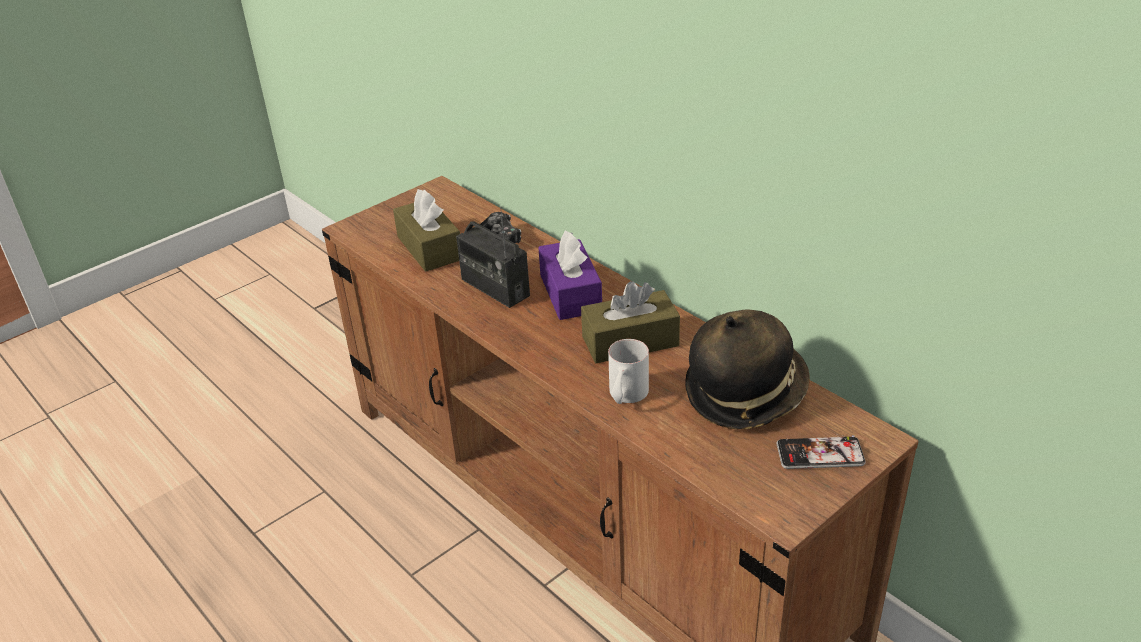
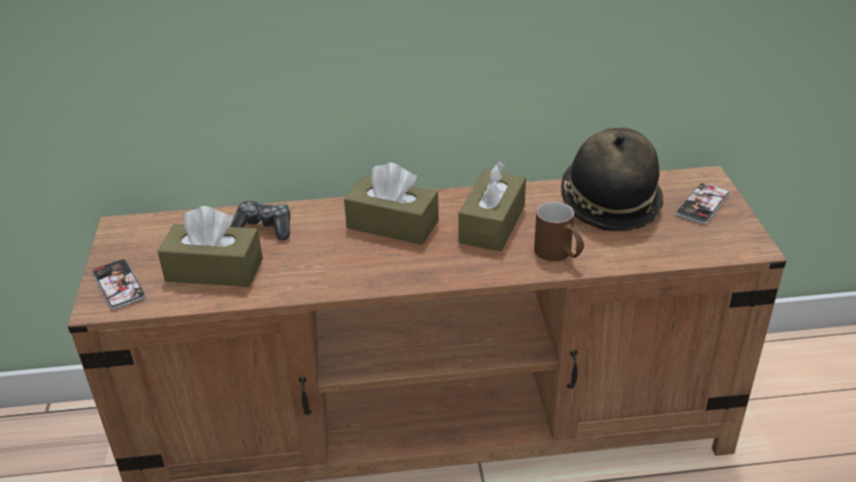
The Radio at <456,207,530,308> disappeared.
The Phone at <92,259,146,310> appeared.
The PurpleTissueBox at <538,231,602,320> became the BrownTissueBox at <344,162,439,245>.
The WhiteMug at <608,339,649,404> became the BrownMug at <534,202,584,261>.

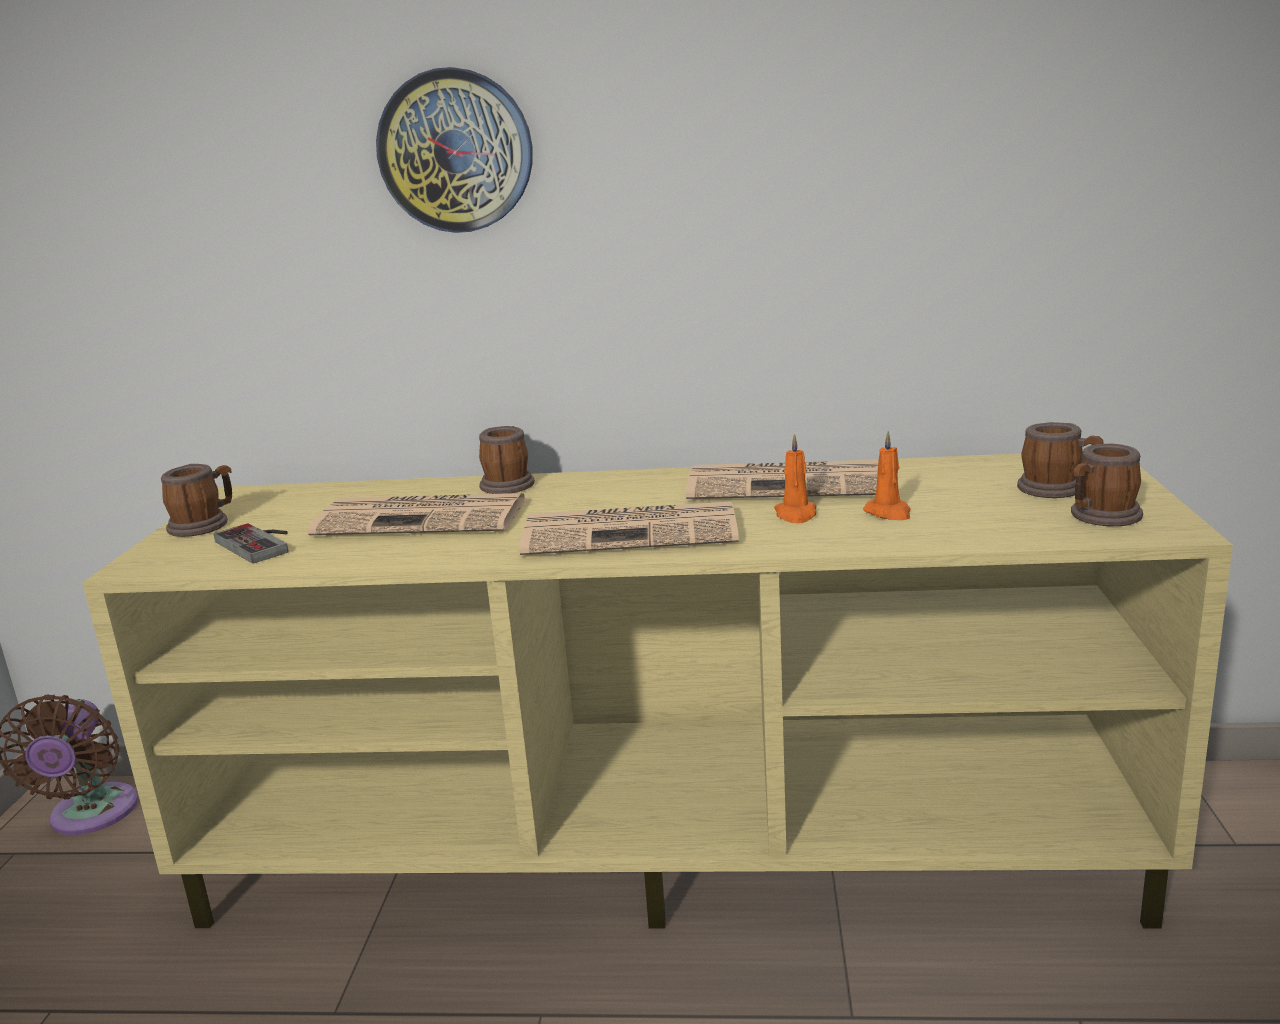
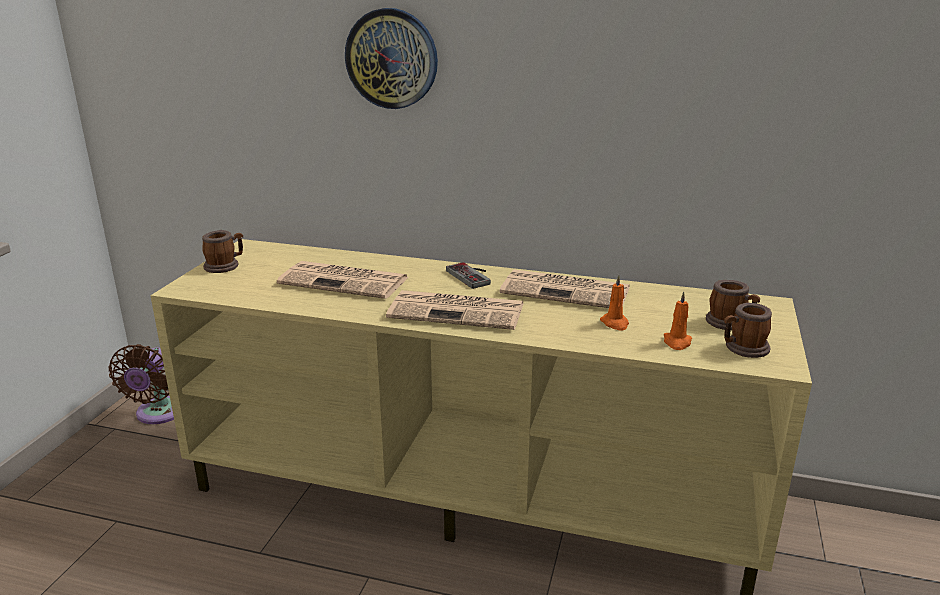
The Mug at <479,426,535,494> disappeared.
The GameController moved from <214,523,289,564> to <446,262,491,289>.
The OrangeCandle moved from <774,434,817,523> to <664,292,692,350>.

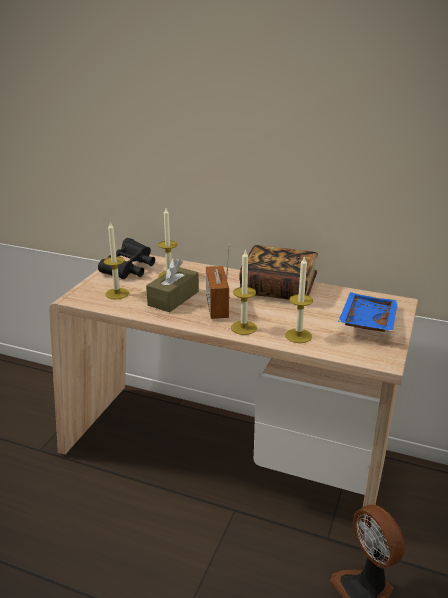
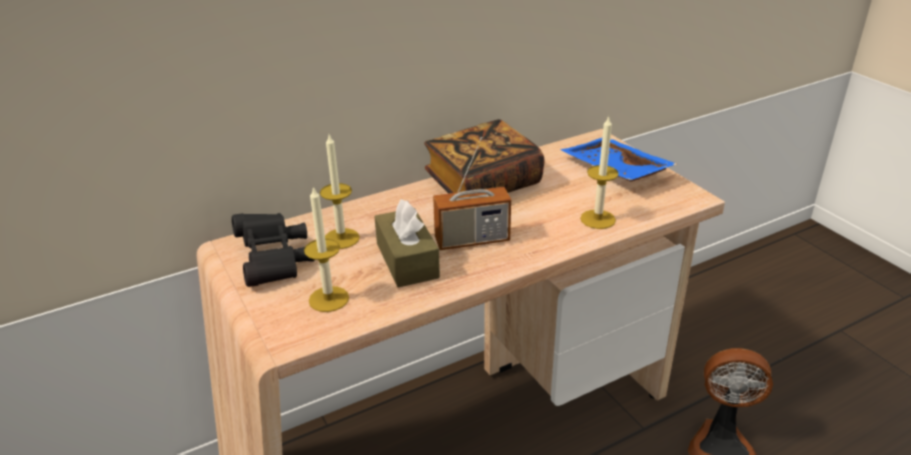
The Candle at <231,249,257,335> disappeared.
The Radio at <206,244,230,319> turned 45 degrees counterclockwise.

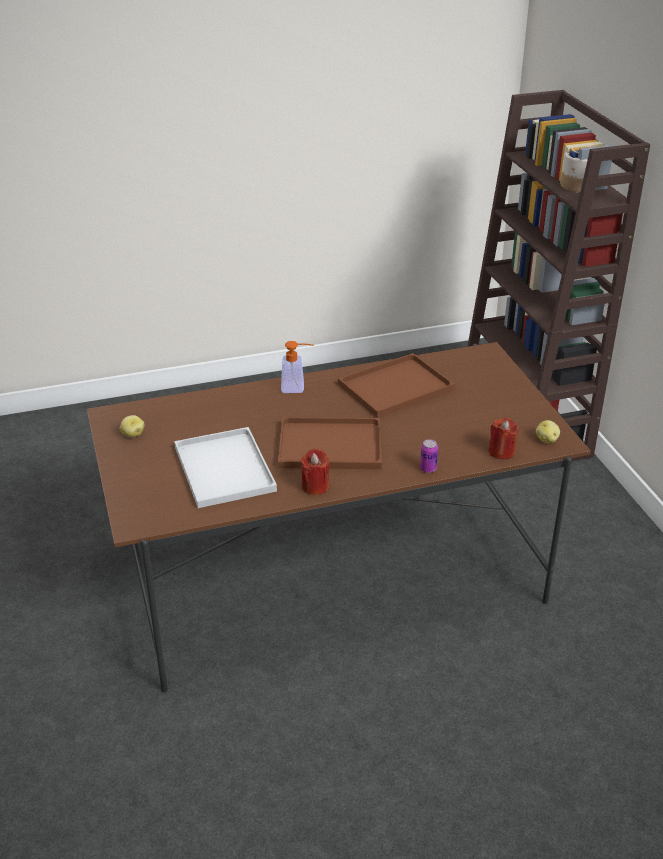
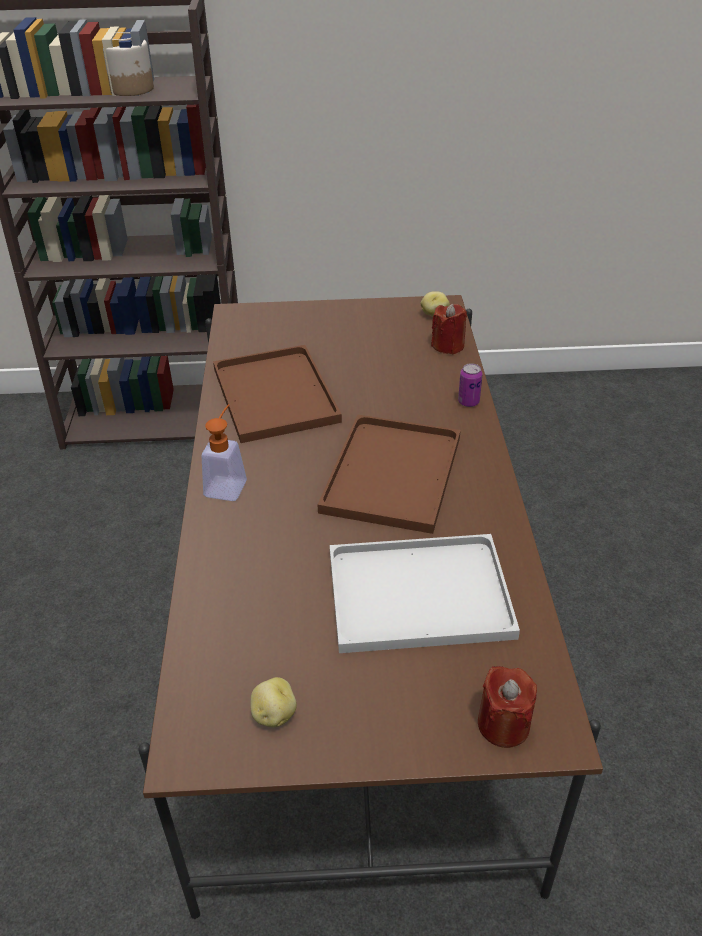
The RedCandle moved from <301,448,330,495> to <478,666,537,748>.

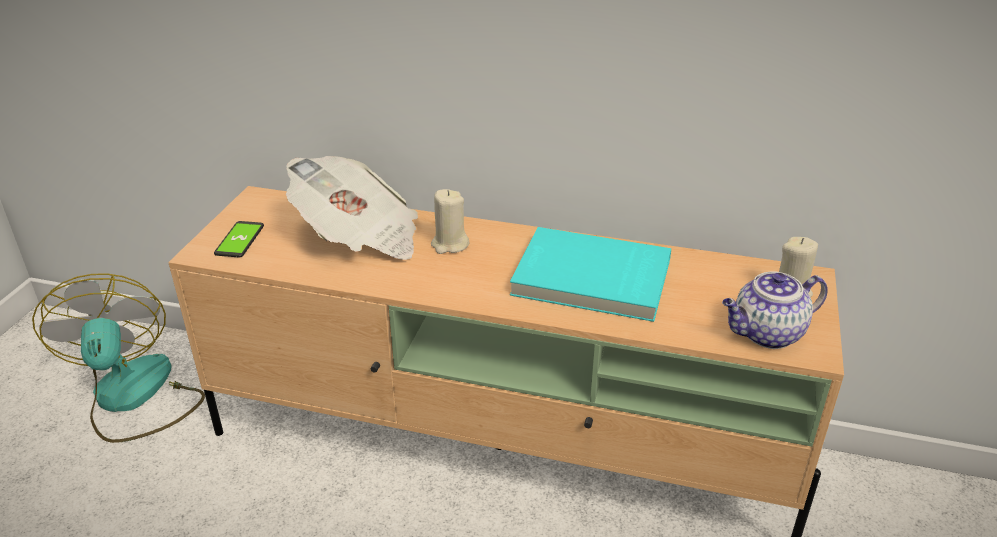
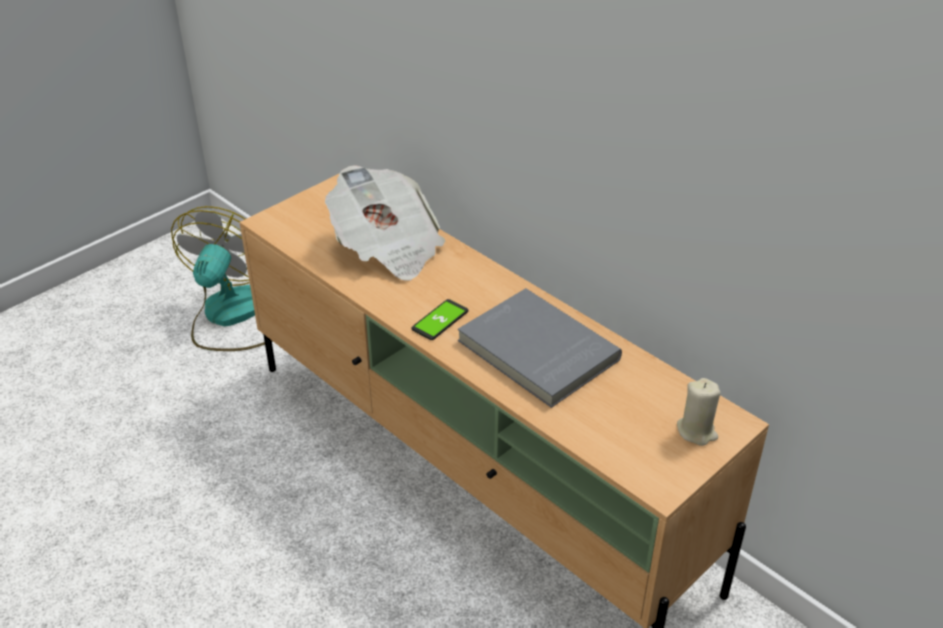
The BeigeCandle at <431,189,469,254> disappeared.
The Teapot at <722,272,828,349> disappeared.
The Phone moved from <214,221,264,257> to <411,299,468,340>.
The TurquoiseBook at <510,227,671,322> became the GreyBook at <458,288,622,408>.

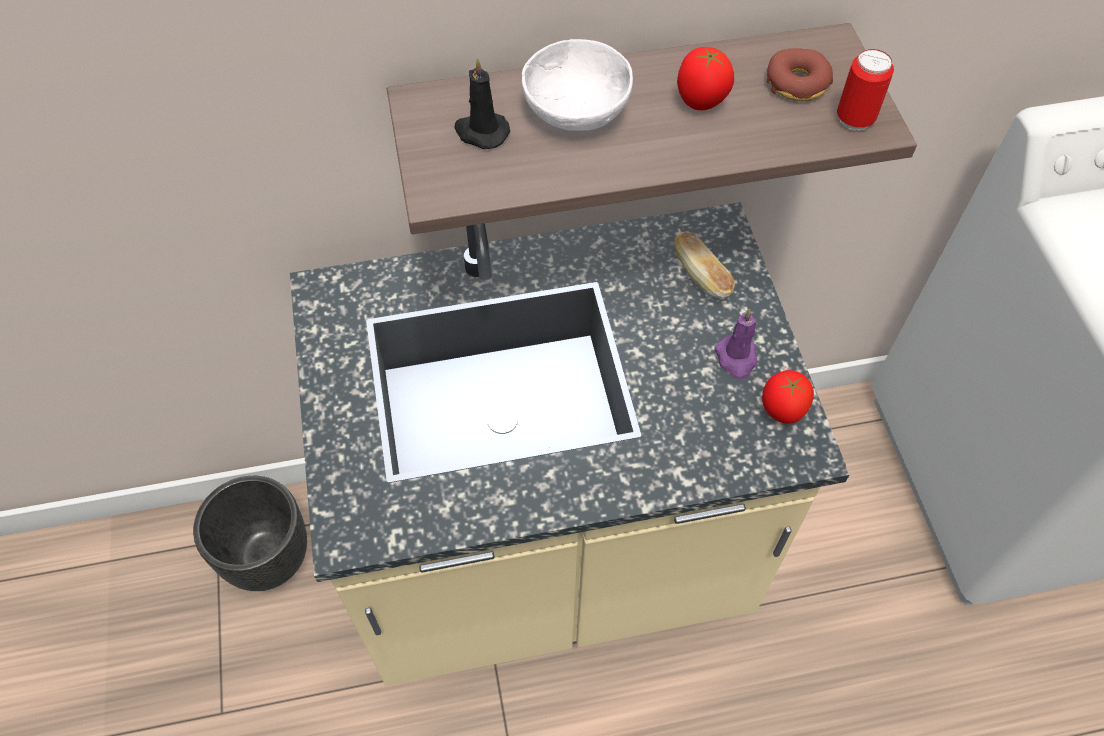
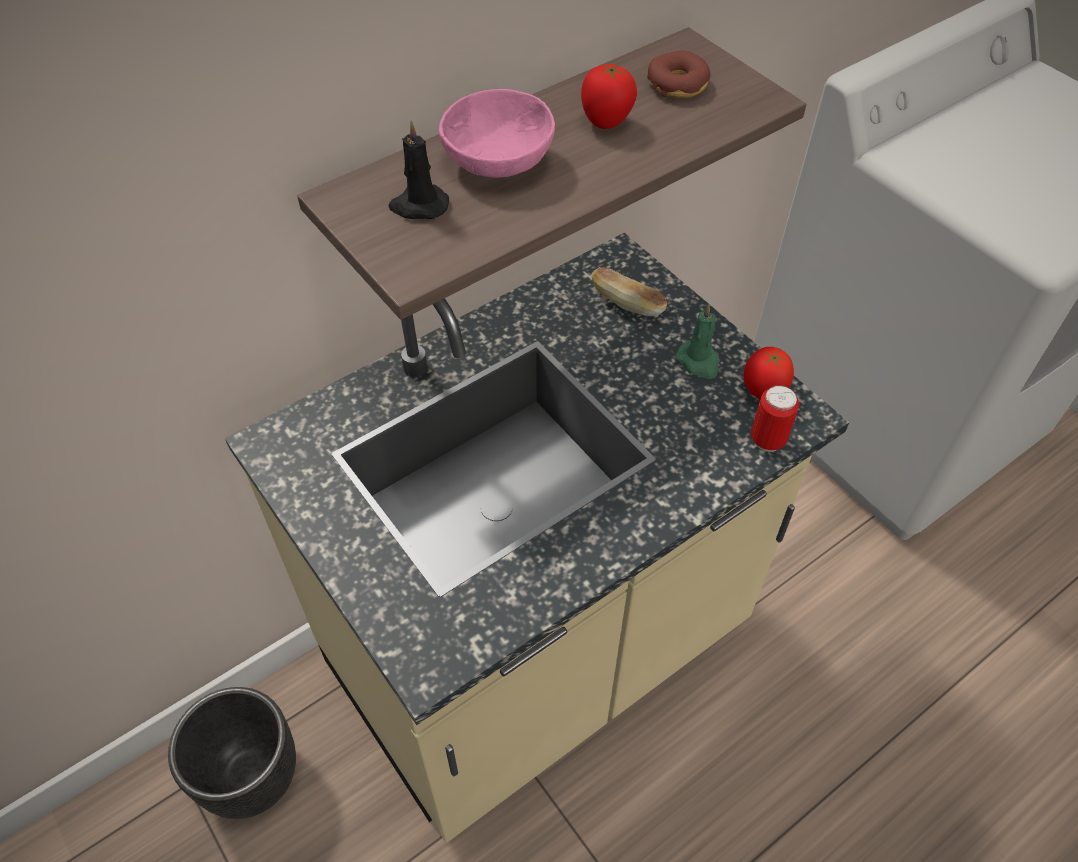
The Can moved from <837,49,894,131> to <751,385,799,452>.
The WhiteBowl at <522,39,633,131> became the PinkBowl at <439,89,555,178>.
The PurpleCandle at <715,309,757,380> became the GreenCandle at <676,304,720,379>.

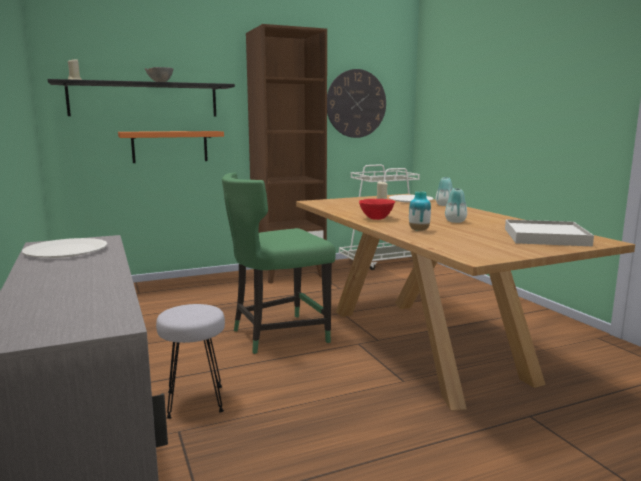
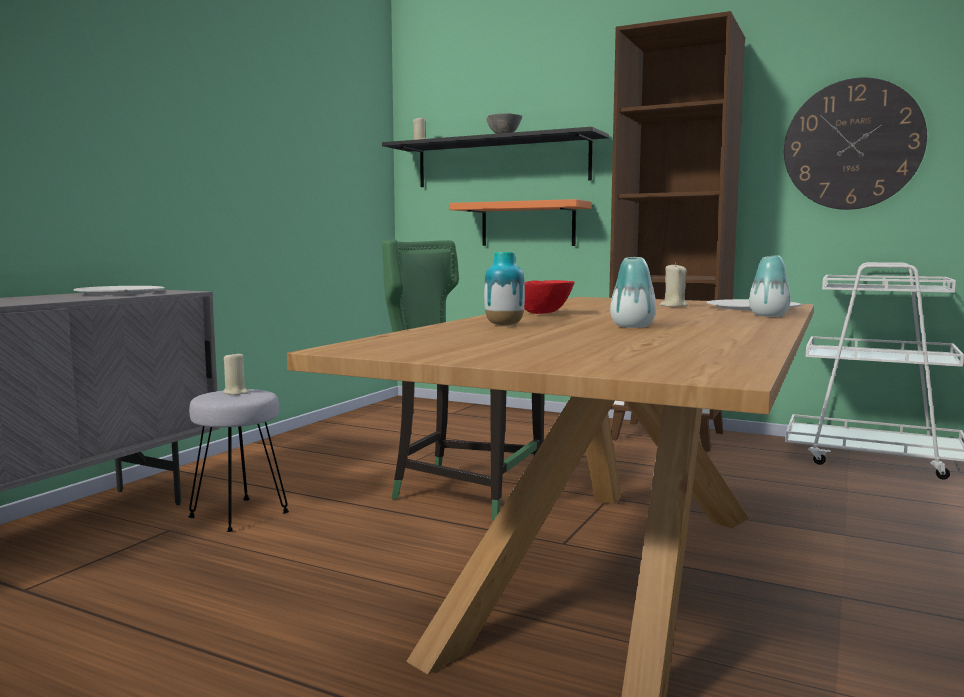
The WhiteTray at <505,219,594,247> disappeared.
The BeigeCandle at <223,351,249,395> appeared.

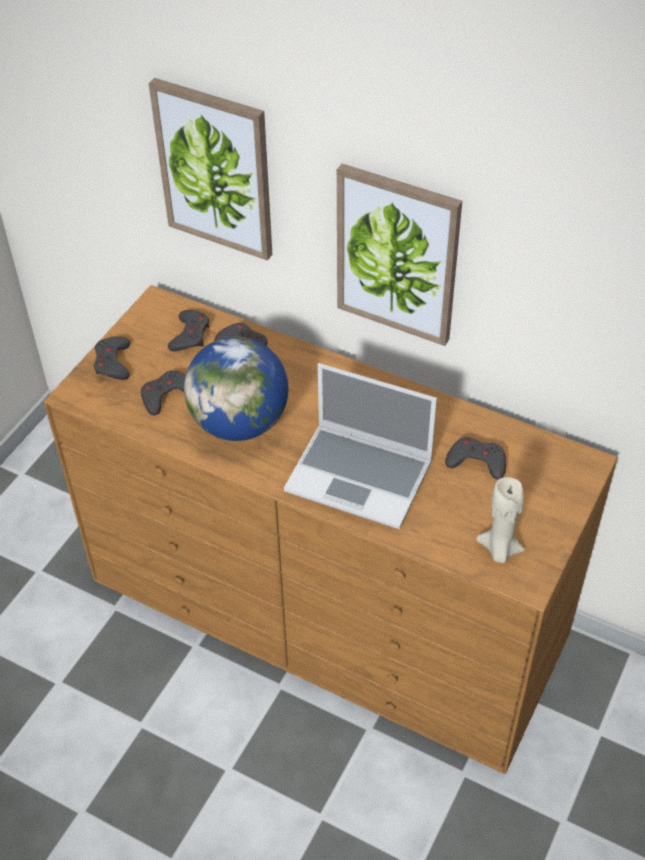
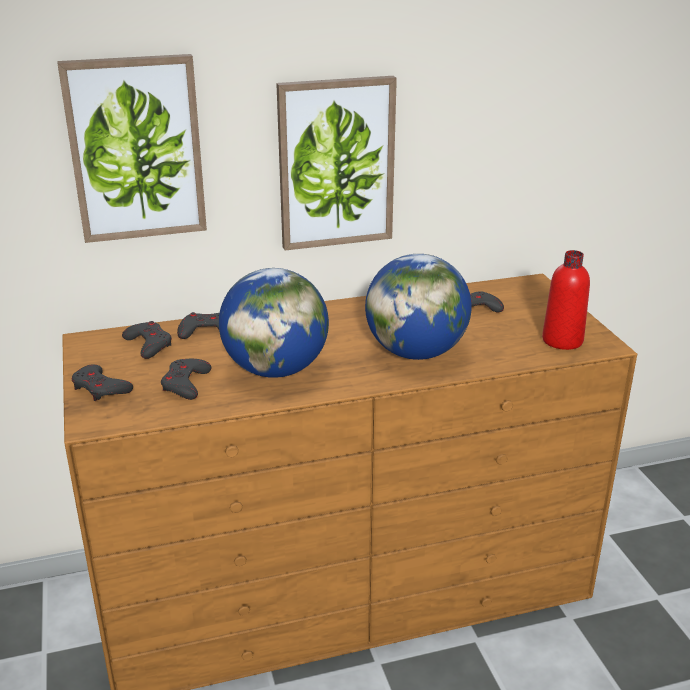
The Laptop at <284,363,437,529> was replaced by the Globe at <365,254,472,360>.
The BeigeCandle at <476,477,525,563> was replaced by the RedBottle at <542,250,590,350>.

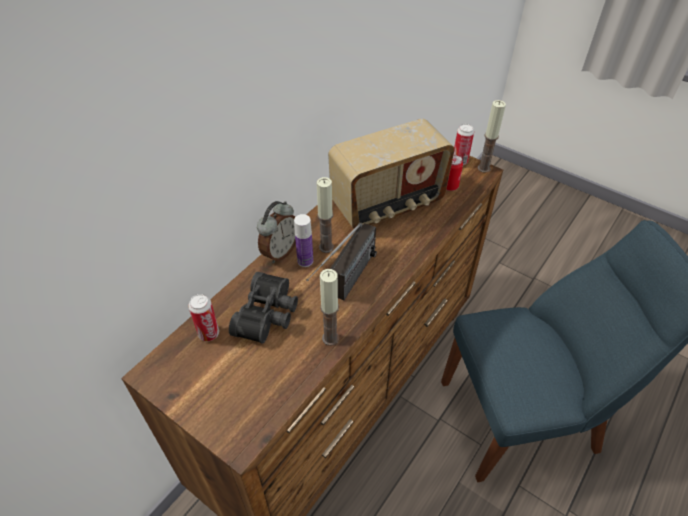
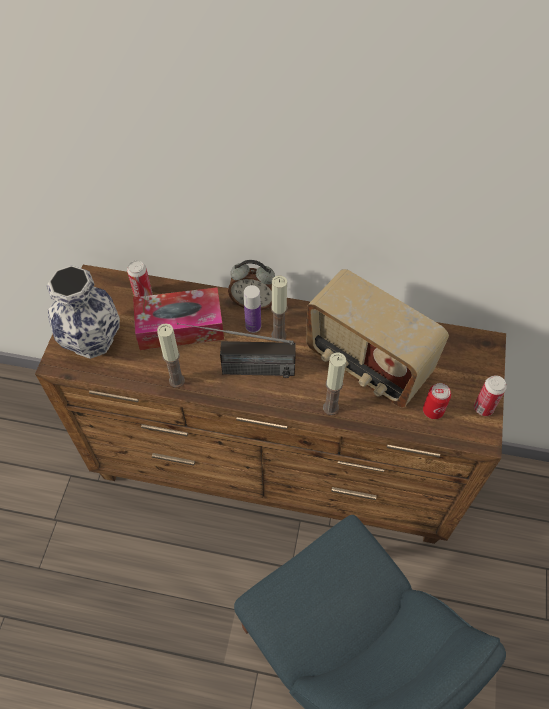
The Vase at <46,265,120,359> appeared.
The Candle moved from <478,100,506,173> to <323,353,346,415>.
The BlackBinoculars at <229,272,298,344> was replaced by the TissueBox at <133,287,224,350>.

